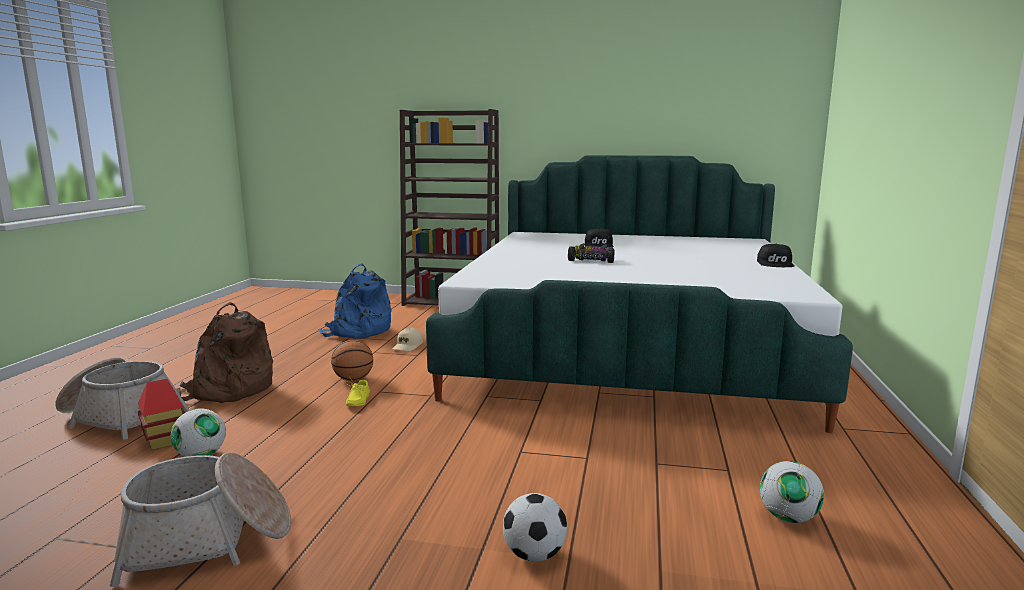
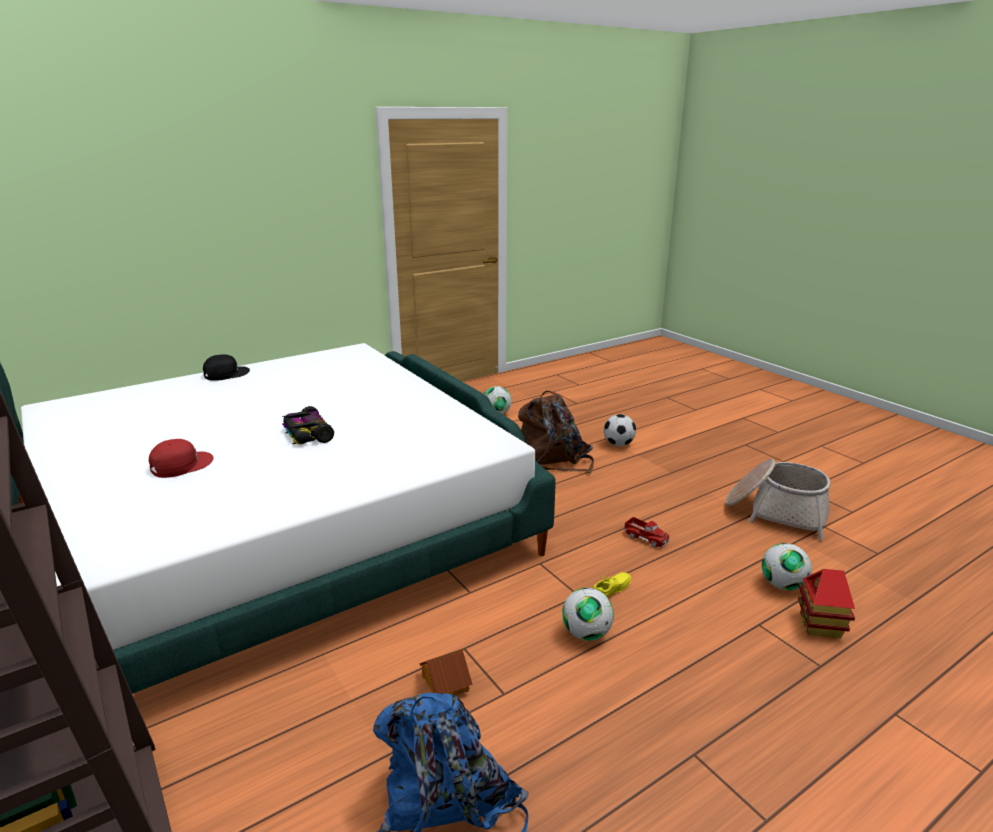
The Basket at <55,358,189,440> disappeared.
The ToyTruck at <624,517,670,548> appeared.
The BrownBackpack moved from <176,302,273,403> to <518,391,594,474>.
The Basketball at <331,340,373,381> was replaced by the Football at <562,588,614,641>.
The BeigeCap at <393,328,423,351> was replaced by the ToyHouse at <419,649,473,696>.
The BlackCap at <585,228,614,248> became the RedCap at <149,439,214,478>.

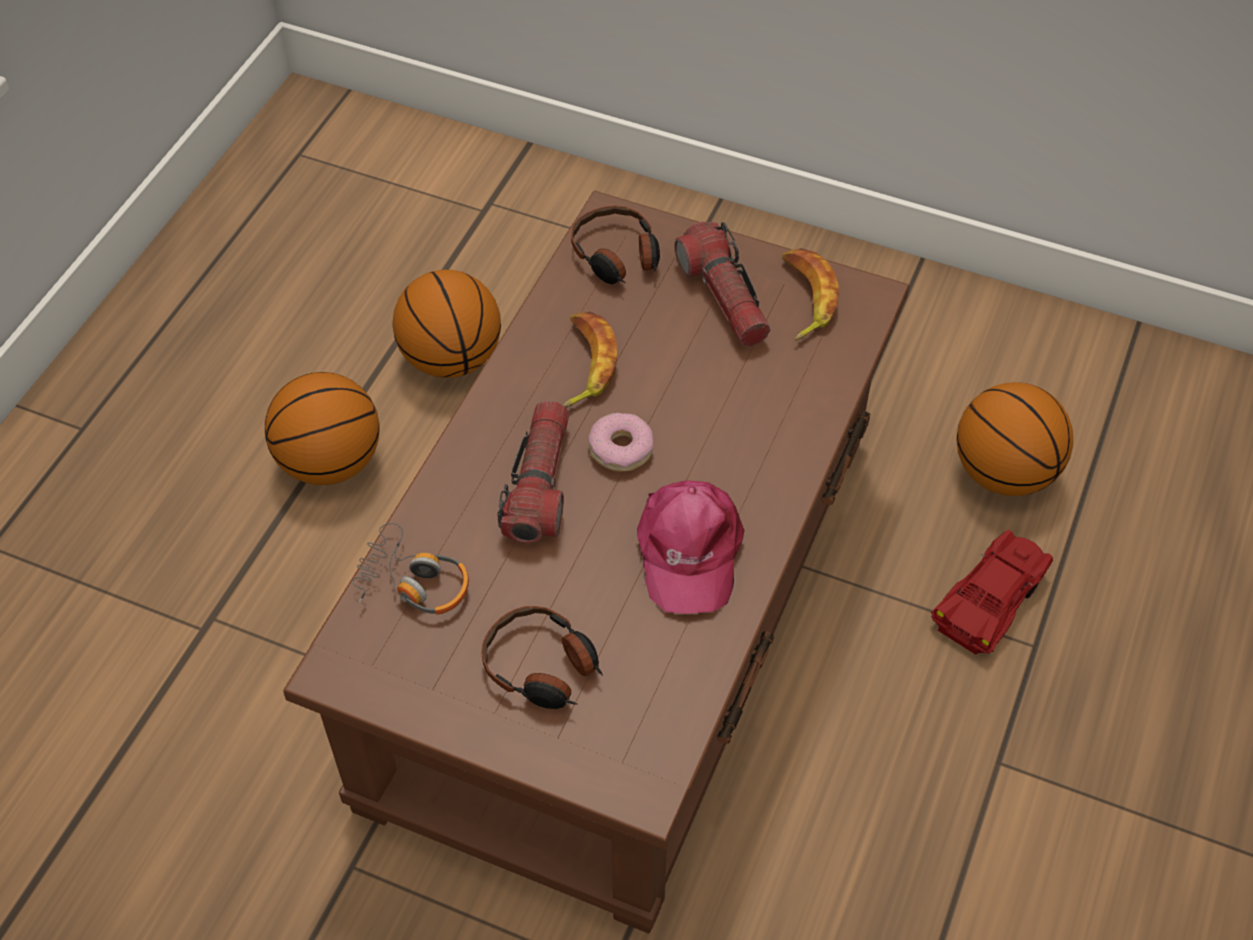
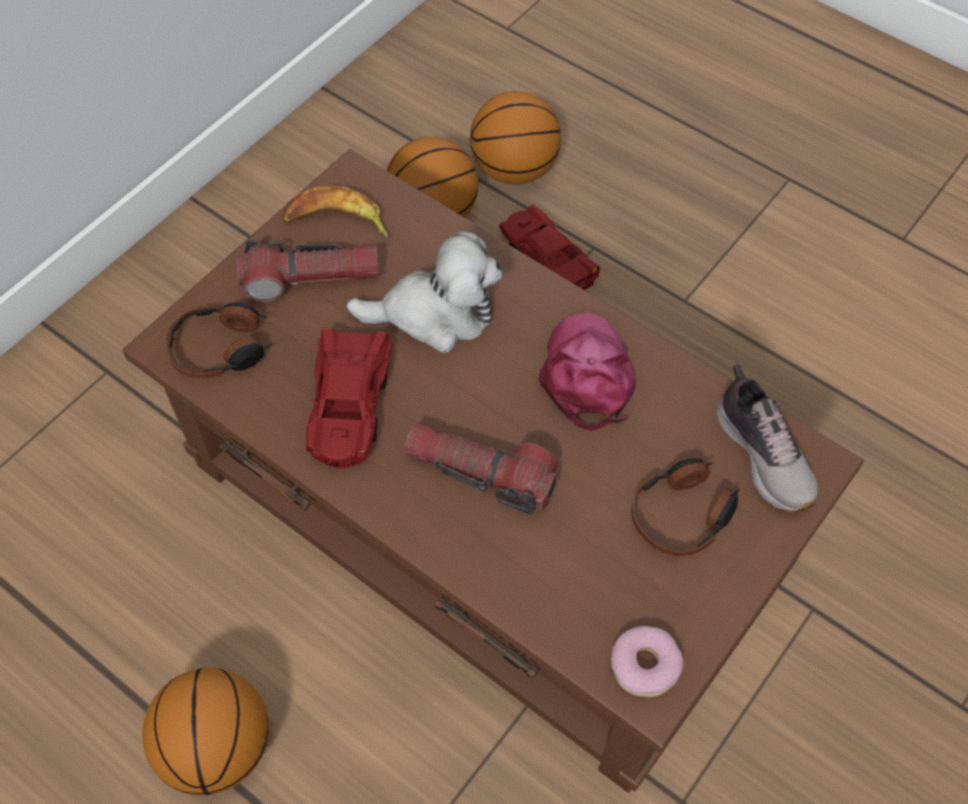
The Headphones at <352,523,469,615> disappeared.
The PlushToy at <347,231,502,353> appeared.
The Shoe at <717,364,818,512> appeared.
The Basketball moved from <393,270,501,378> to <470,91,561,185>.
The Donut moved from <588,412,653,472> to <611,626,684,697>.
The Banana at <563,312,617,407> was replaced by the RedToyCar at <306,328,393,469>.
The PinkCap at <637,480,744,614> turned 105 degrees counterclockwise.

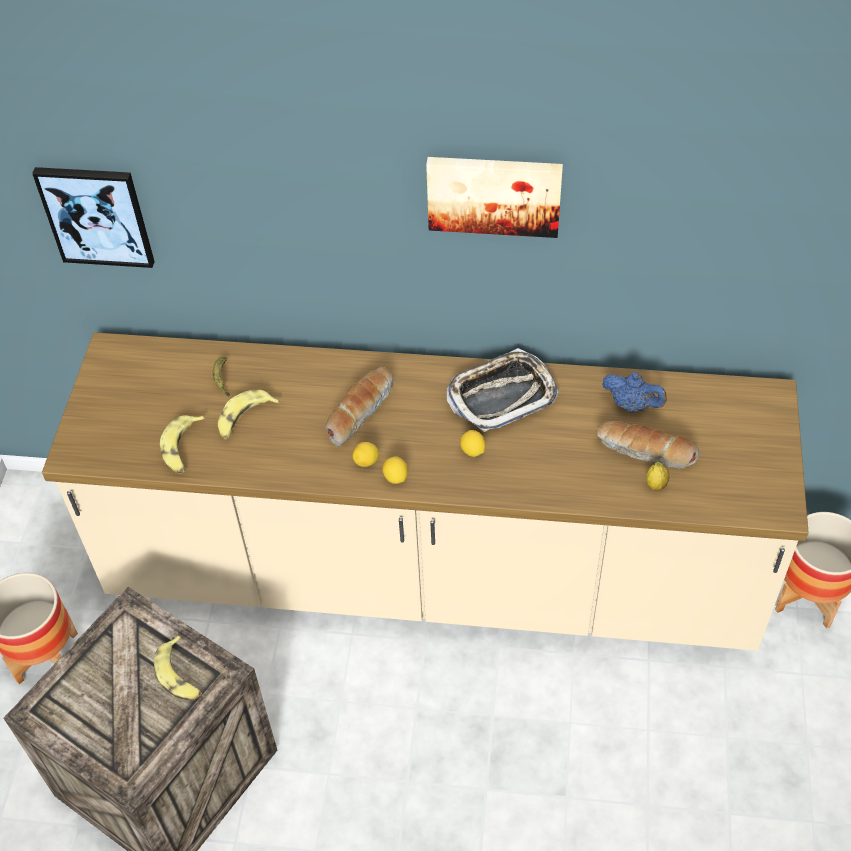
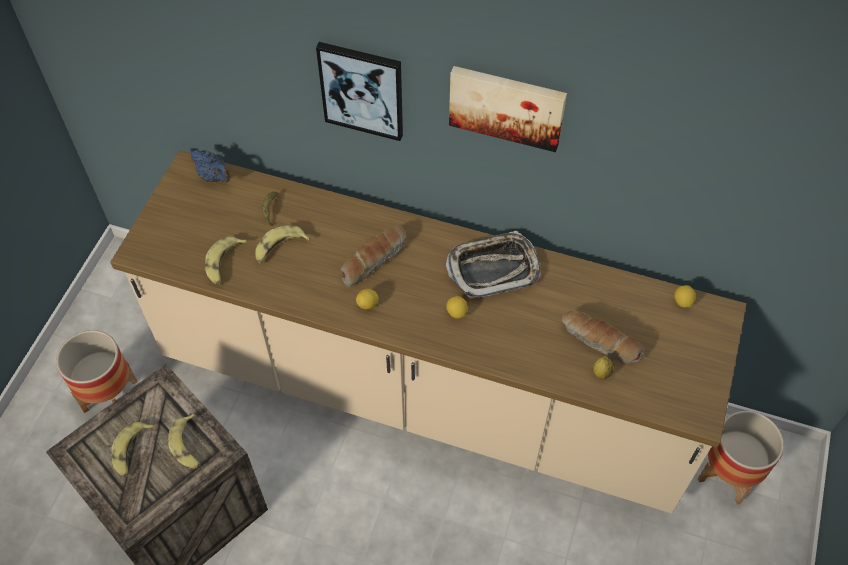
The Banana at <112,422,154,477> appeared.
The Picture moved from <32,167,155,268> to <316,42,403,141>.
The Lemon moved from <382,456,408,484> to <674,285,696,308>.
The BlueTeapot moved from <602,372,667,412> to <191,150,230,182>.

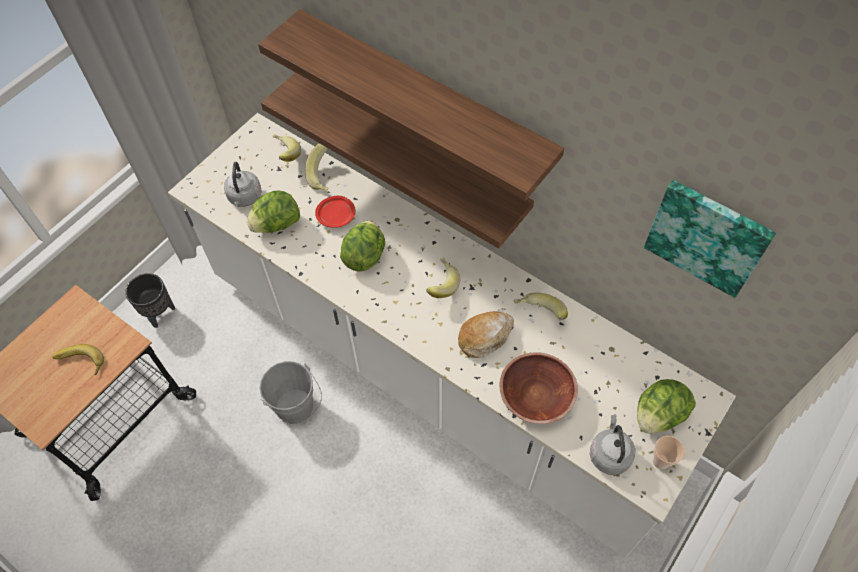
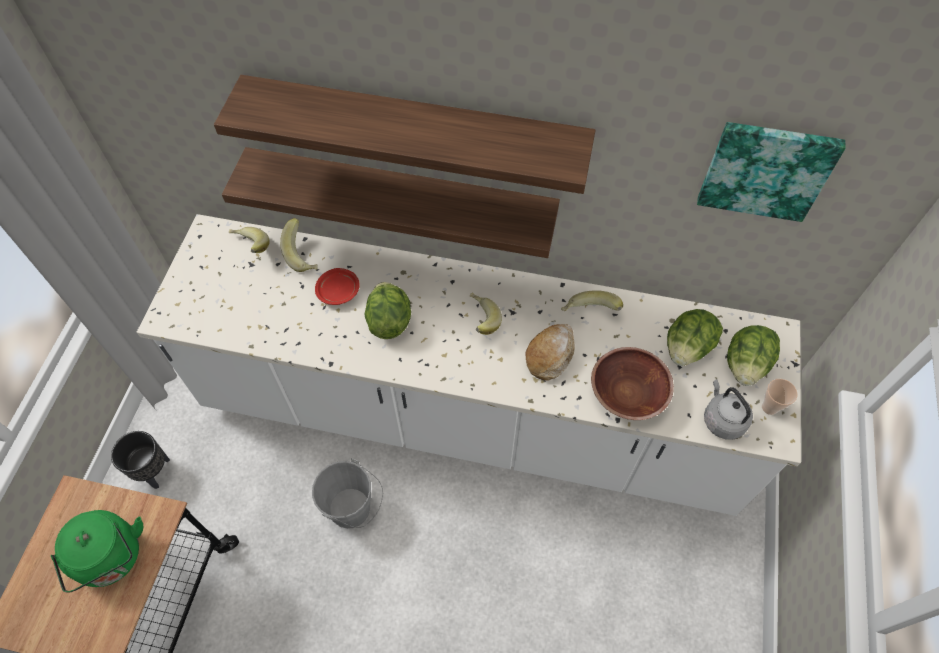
The GreyKettle at <224,162,262,207> disappeared.
The Lettuce moved from <247,190,300,233> to <667,309,723,366>.
The Banana at <53,344,104,375> was replaced by the GreenKettle at <51,510,143,593>.

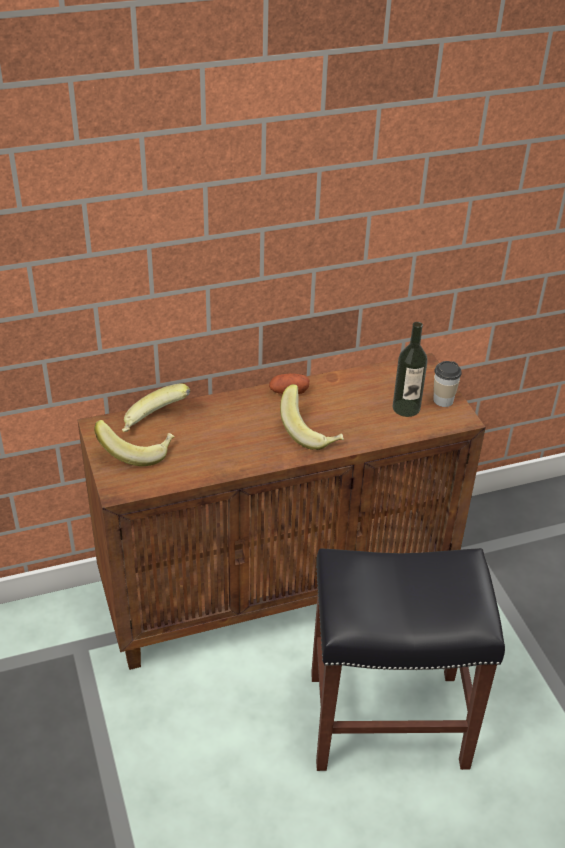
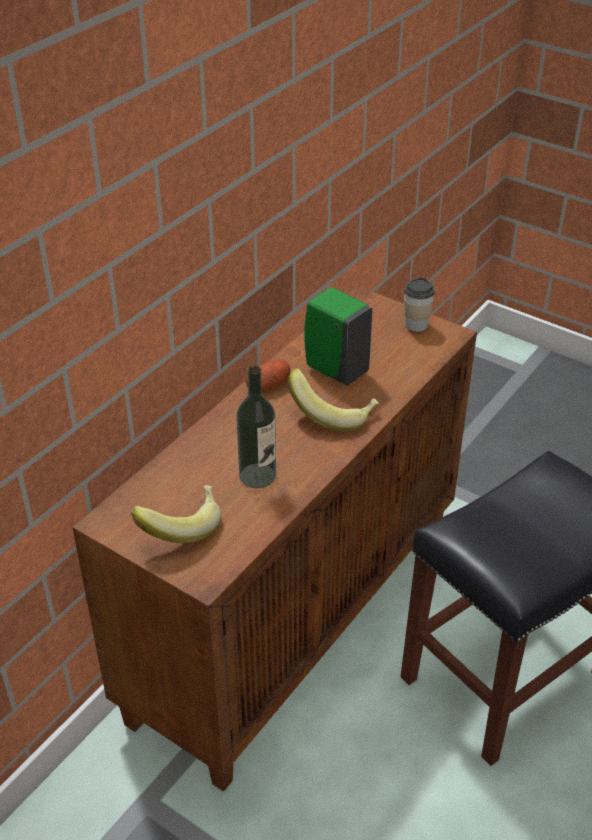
The Banana at <122,384,190,432> disappeared.
The GreenSoapDispenser at <304,287,373,386> appeared.
The Bottle moved from <392,322,428,417> to <236,366,276,488>.

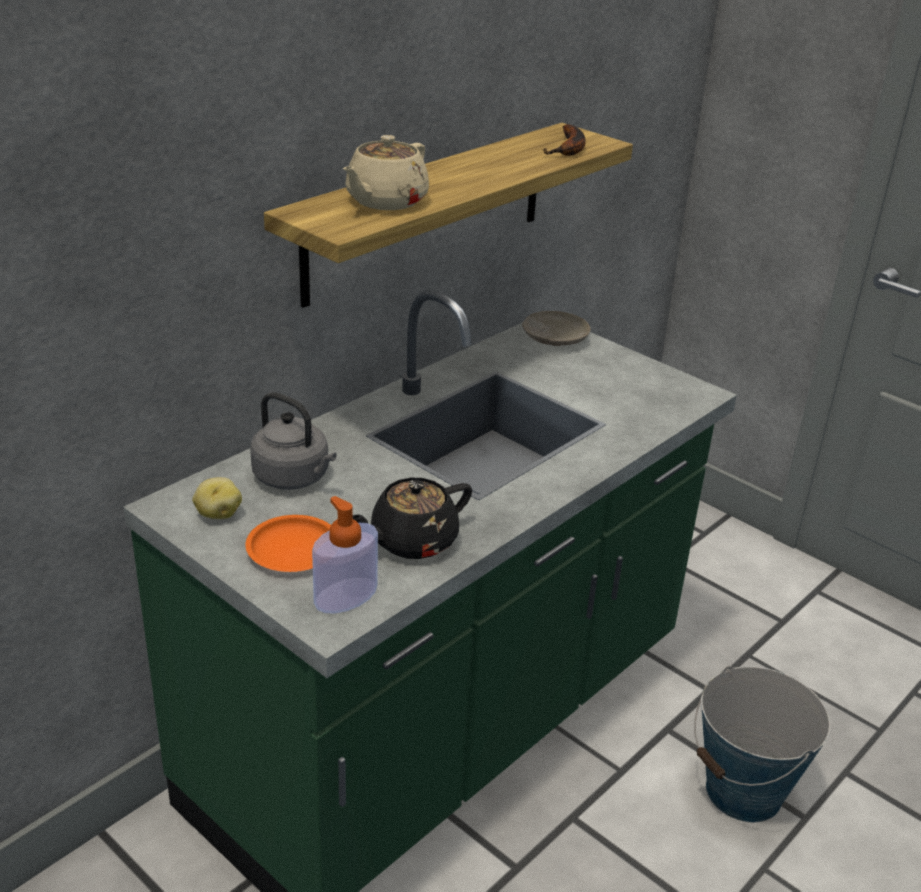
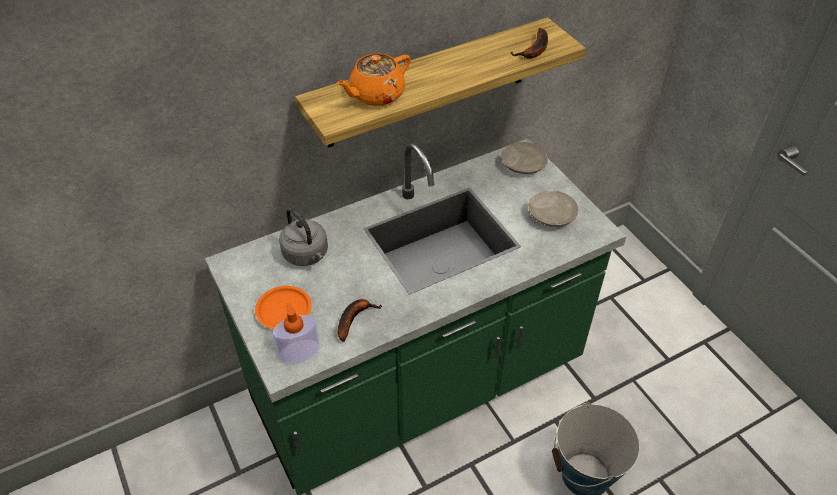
The Potato at <192,477,242,519> disappeared.
The BeigePlate at <528,191,578,227> appeared.
The BlackTeapot at <353,478,472,559> was replaced by the Banana at <338,299,382,342>.
The BeigeTeapot at <343,135,429,210> became the OrangeTeapot at <336,54,411,106>.

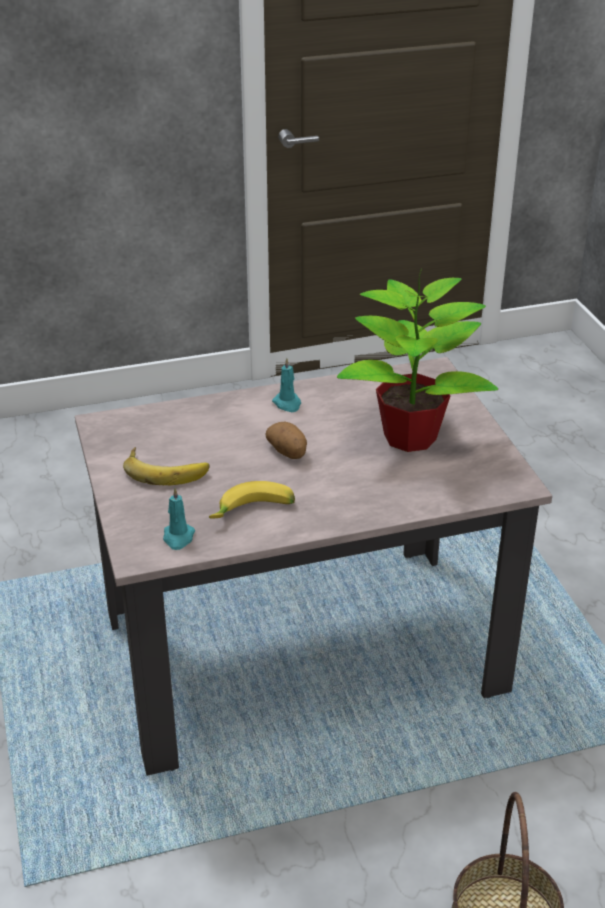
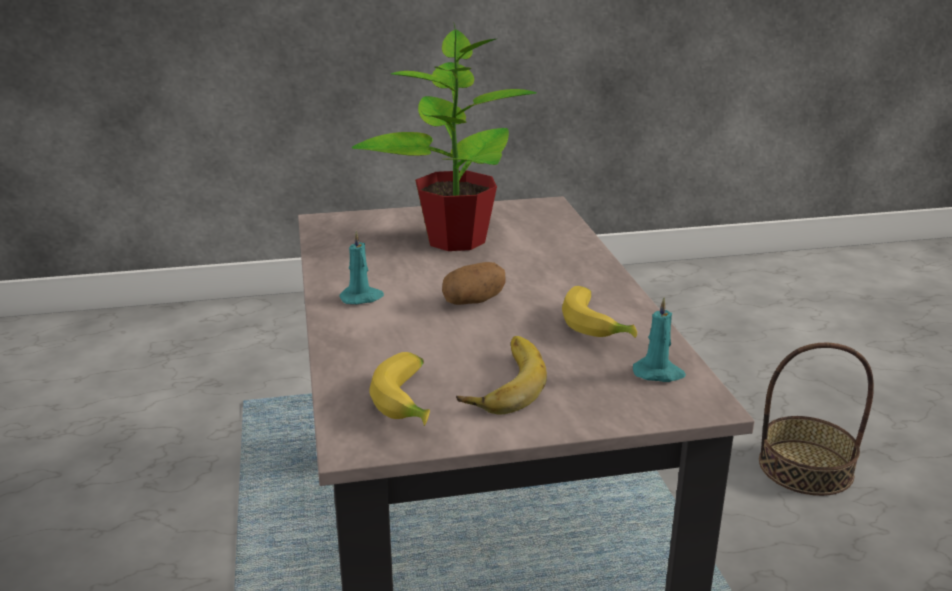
The Banana at <369,352,430,426> appeared.

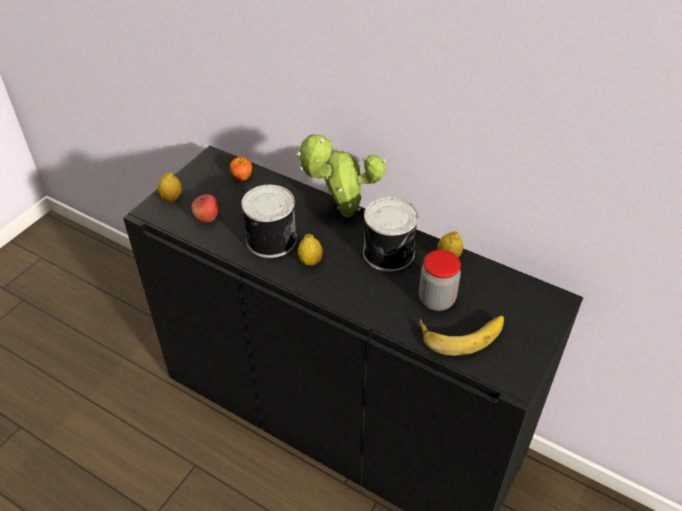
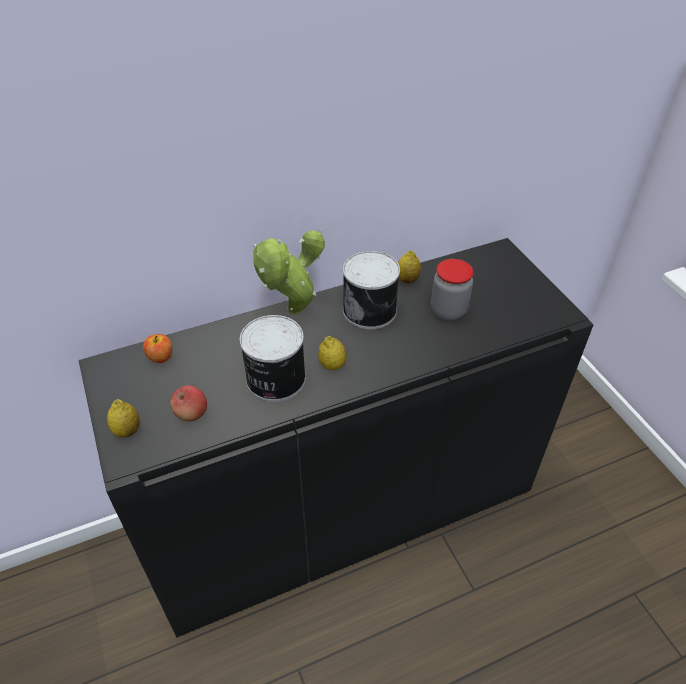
The Banana at <419,316,504,356> disappeared.

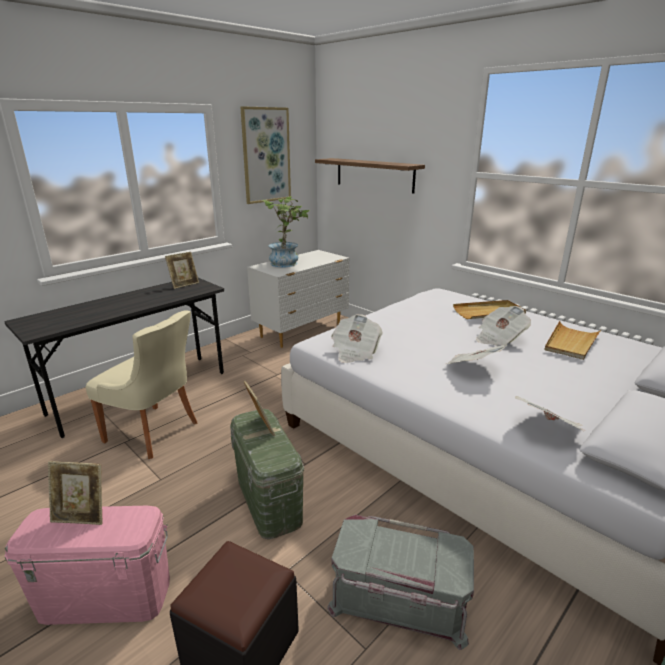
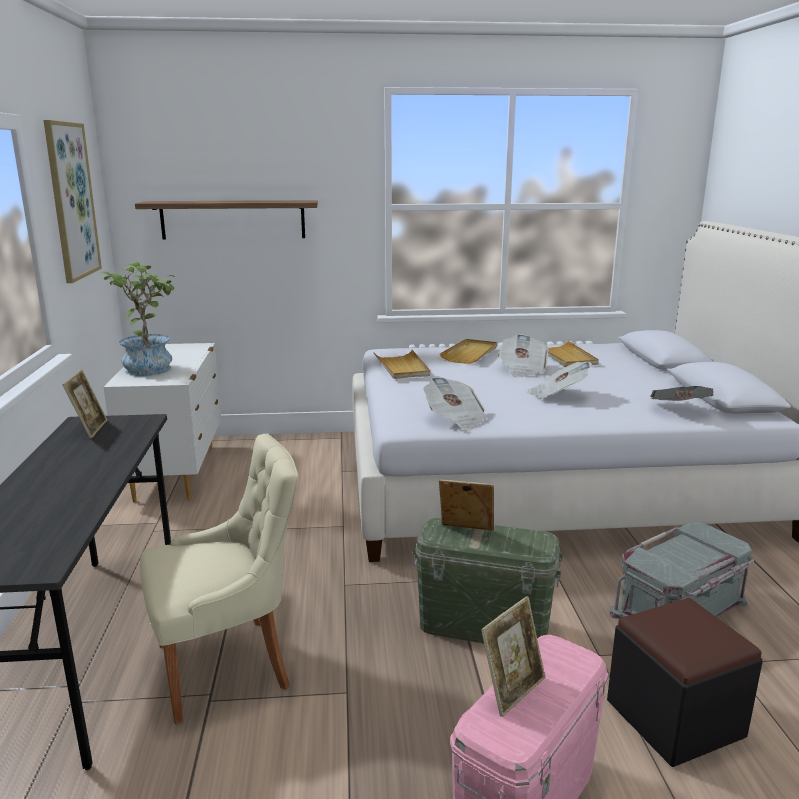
The BeigeTray at <373,350,430,379> appeared.

